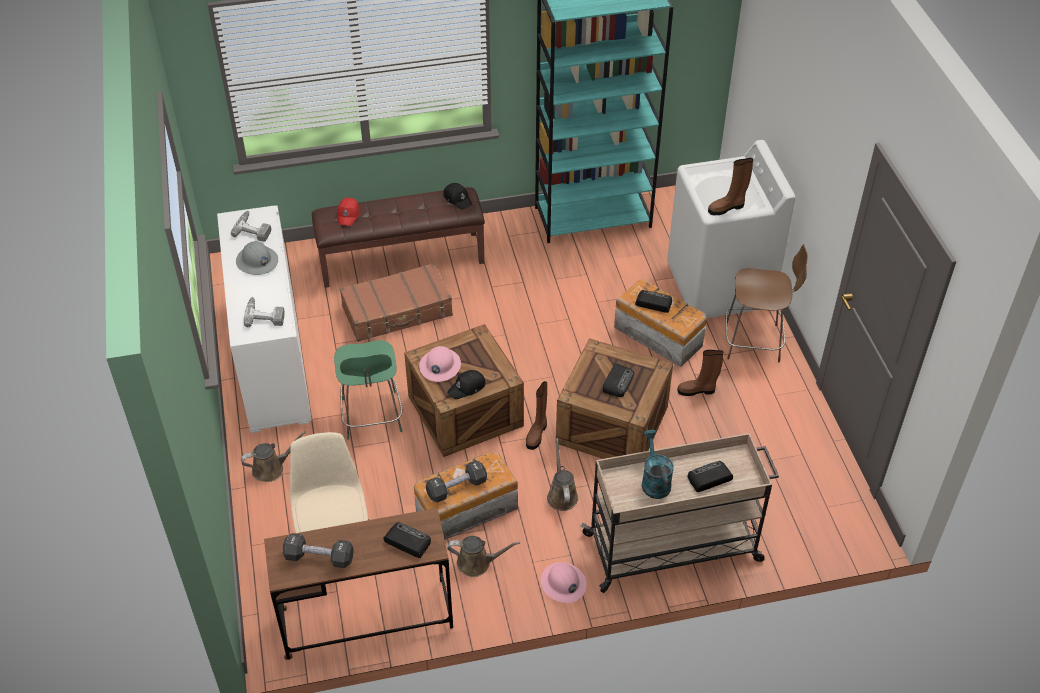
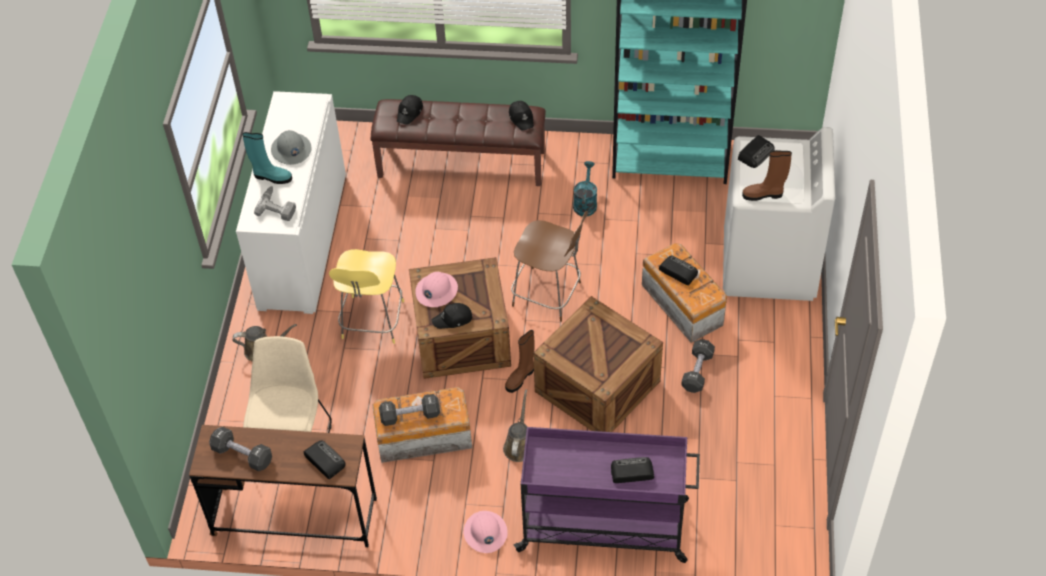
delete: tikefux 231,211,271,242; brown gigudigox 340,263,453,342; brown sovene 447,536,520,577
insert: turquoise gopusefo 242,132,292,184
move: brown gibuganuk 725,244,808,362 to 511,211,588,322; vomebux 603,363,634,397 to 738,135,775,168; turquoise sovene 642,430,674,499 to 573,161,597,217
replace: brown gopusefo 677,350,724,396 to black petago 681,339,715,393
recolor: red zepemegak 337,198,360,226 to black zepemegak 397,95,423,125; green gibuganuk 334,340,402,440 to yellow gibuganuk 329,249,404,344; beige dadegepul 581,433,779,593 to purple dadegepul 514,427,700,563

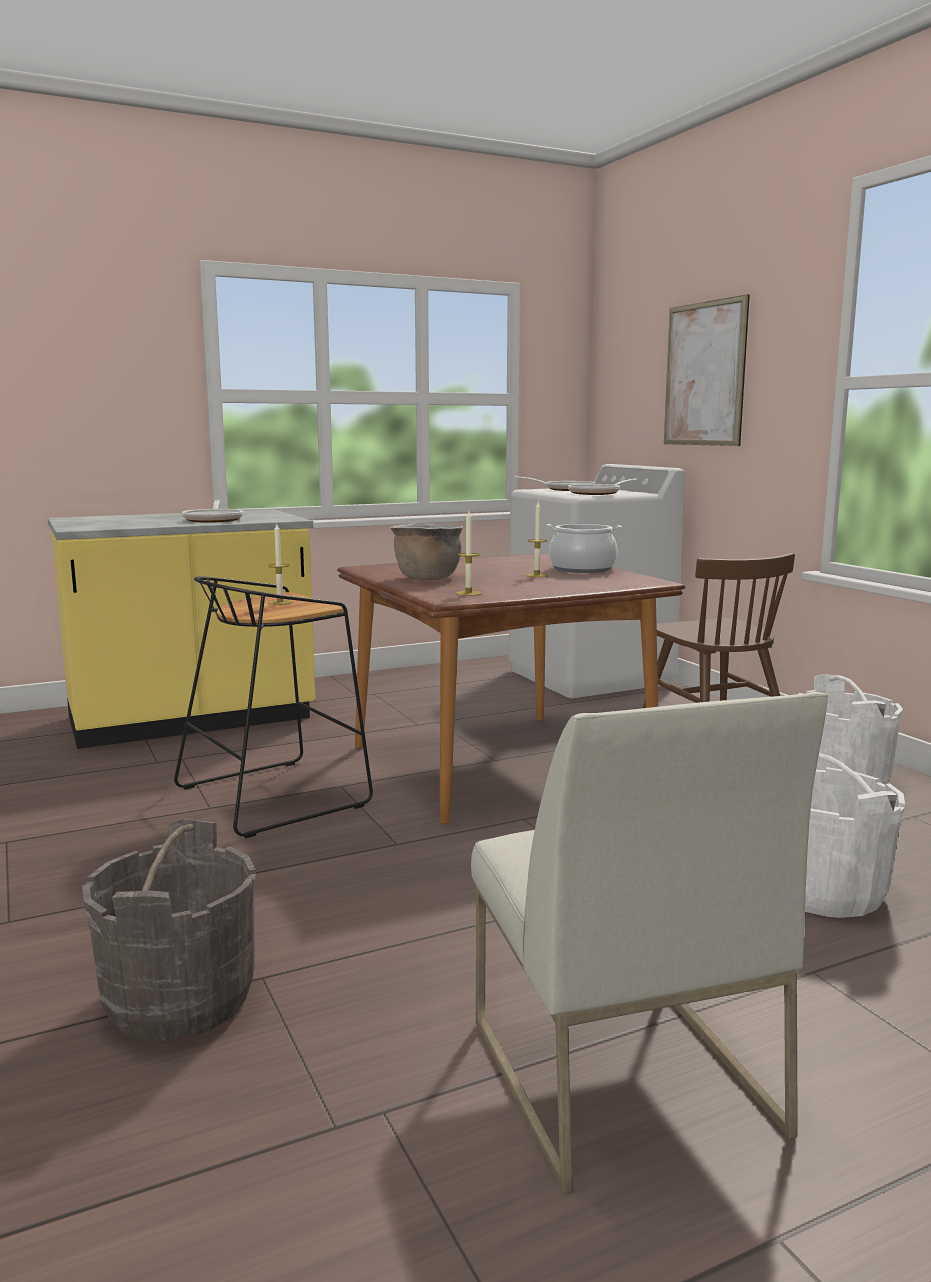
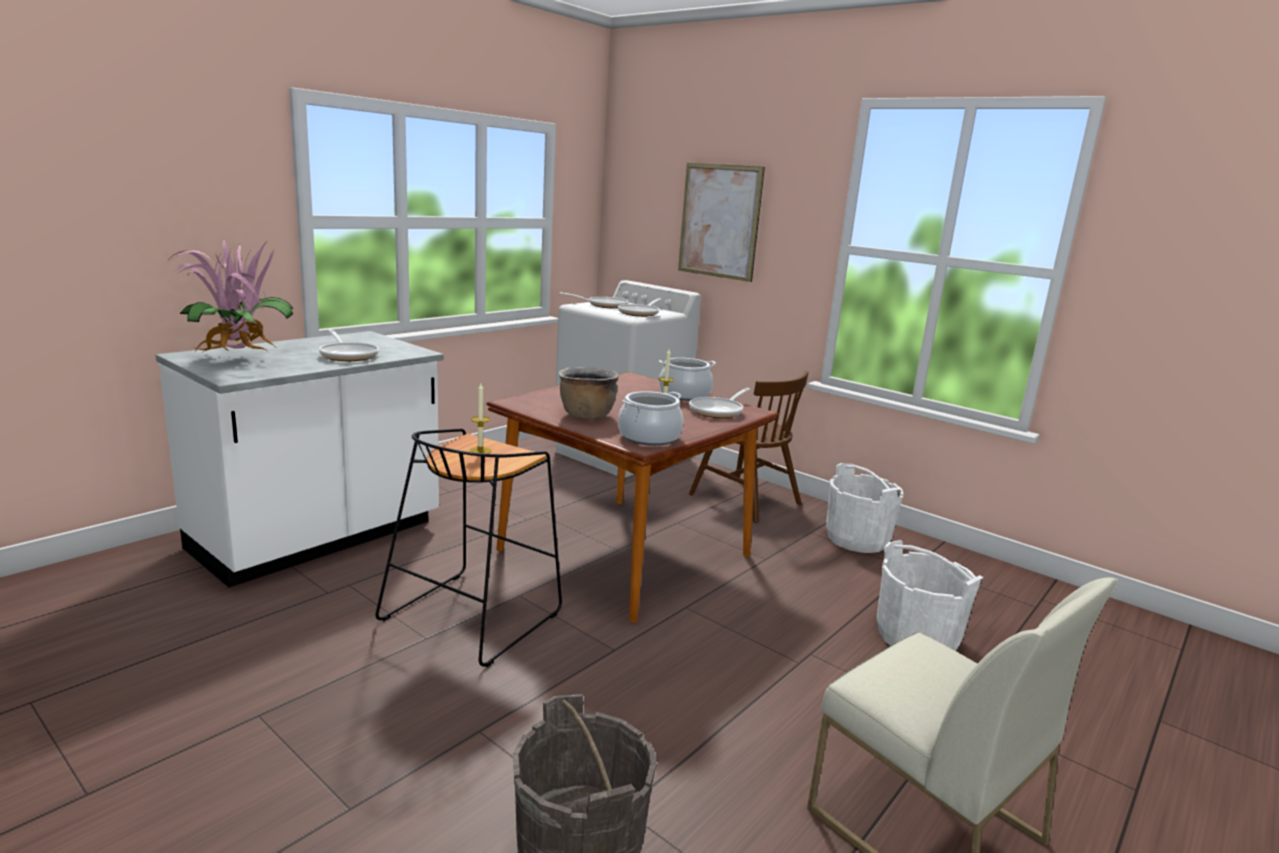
insert: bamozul 167,240,294,354; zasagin 689,388,750,418
replace: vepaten 456,511,482,596 to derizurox 618,391,683,446
recolor: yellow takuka 48,509,315,749 to white takuka 156,331,444,587

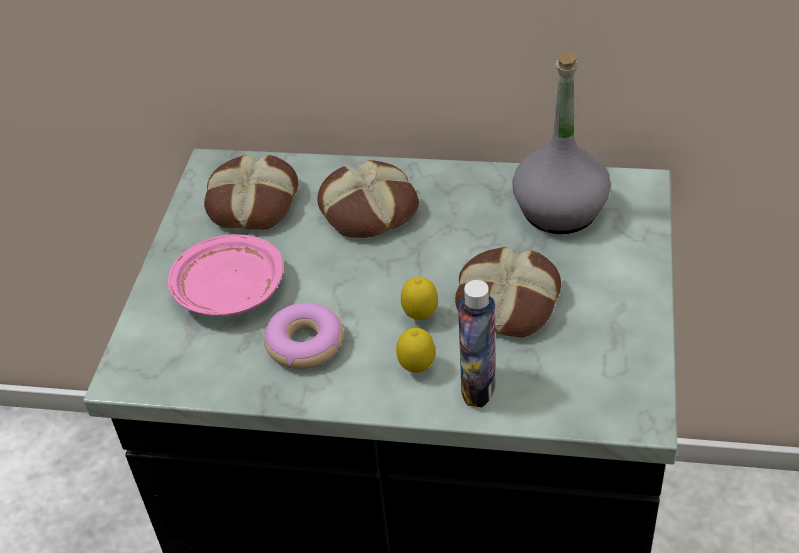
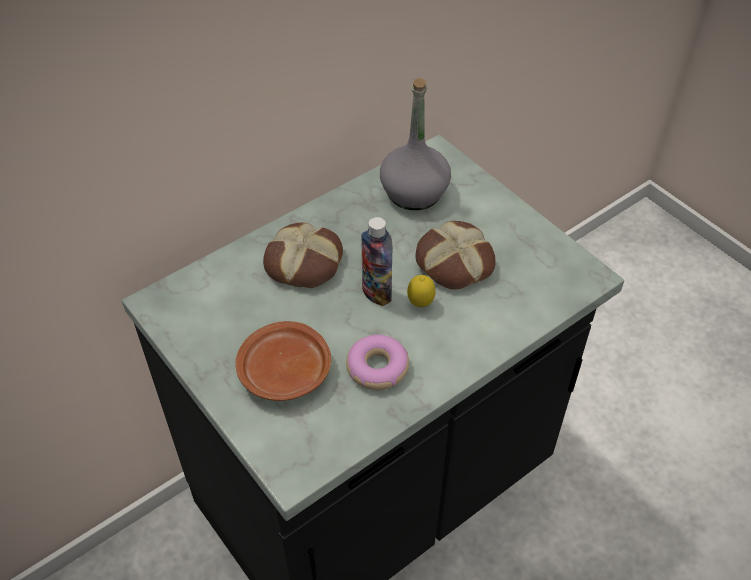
delete: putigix 204,155,298,230; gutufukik 396,328,435,373
move: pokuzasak 458,280,496,407 to 361,217,393,306
recolor: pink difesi 168,234,283,316 to brown difesi 235,321,331,401

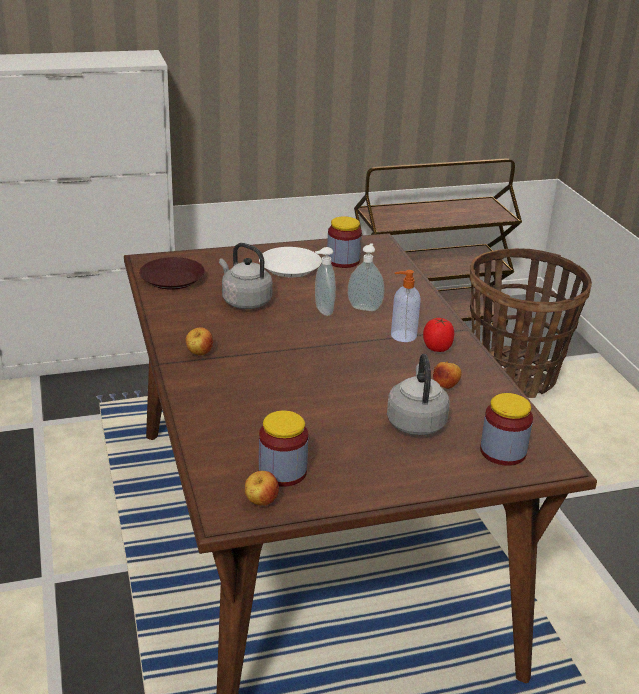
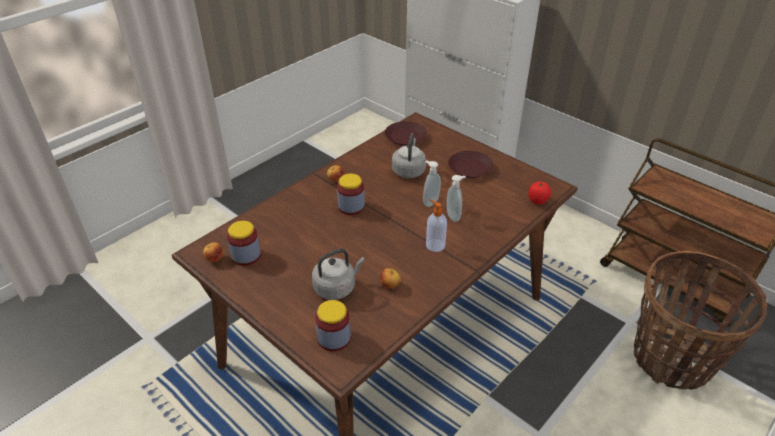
move: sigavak 327,216,362,268 to 337,174,365,215; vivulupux 423,318,454,352 to 528,182,551,205
recolor: white difesi 259,247,322,277 to brown difesi 448,151,494,178

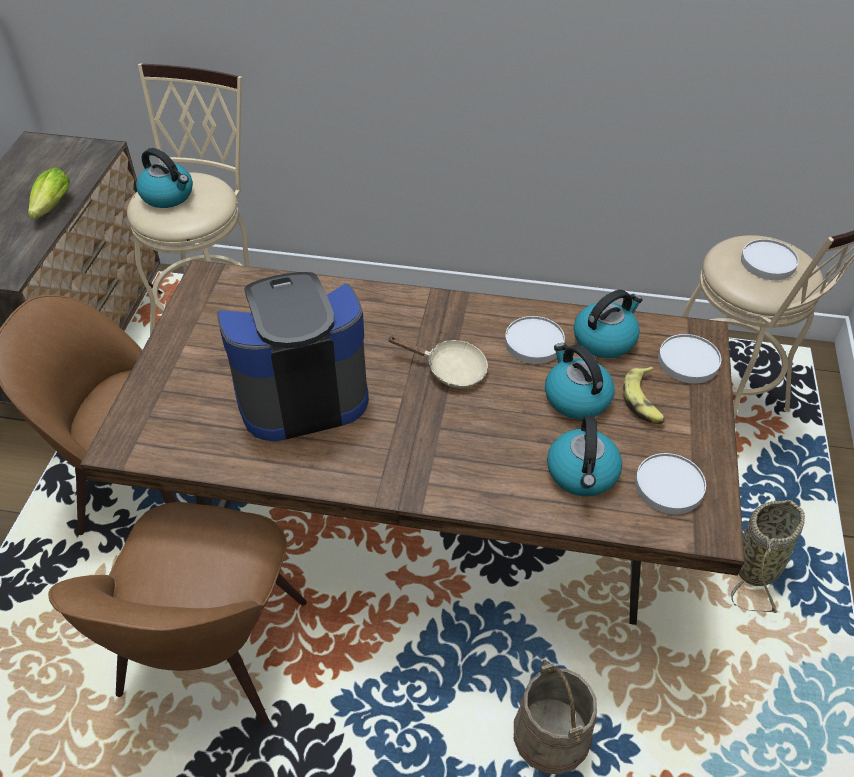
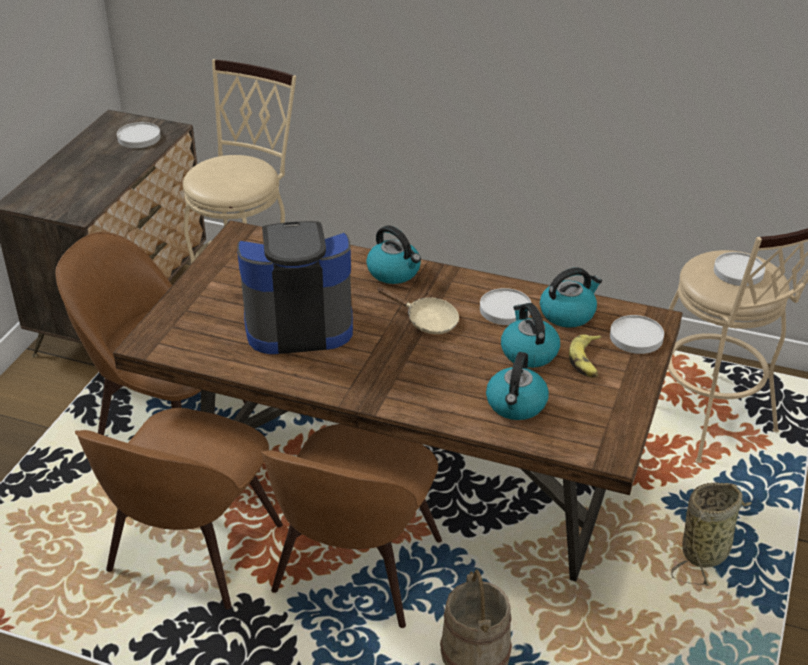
delete: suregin 28,167,70,219
insert: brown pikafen 261,424,442,628
move: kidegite 136,148,193,208 to 366,225,421,284; white difesi 635,453,706,514 to 117,122,161,148

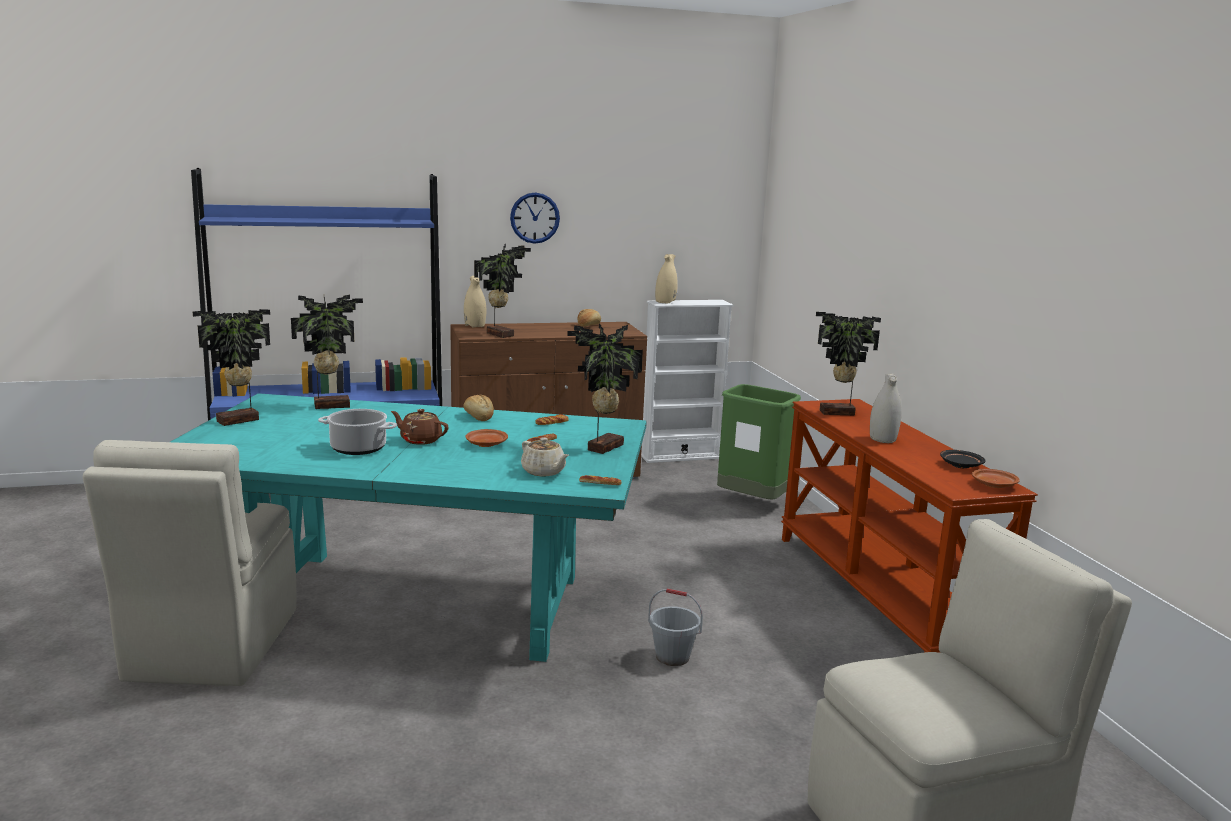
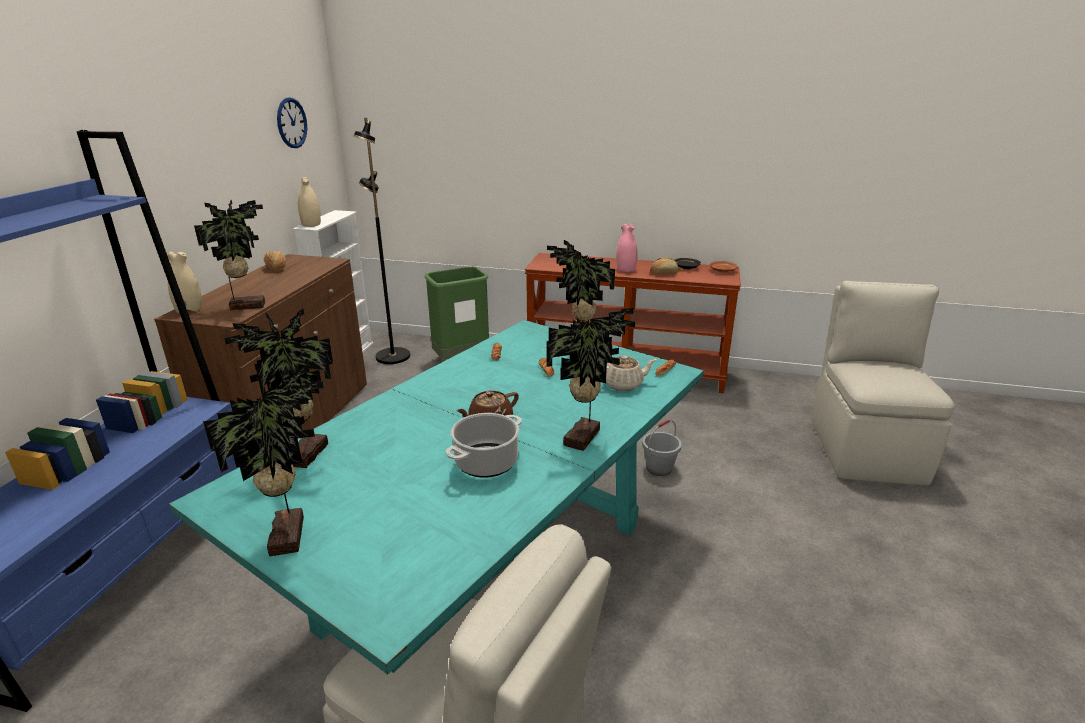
delete: brown difesi 465,429,508,447
insert: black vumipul 353,117,410,364
move: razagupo 510,192,560,244 to 277,97,307,148; bamozul 816,312,881,416 to 546,308,636,451; putigix 463,395,494,421 to 650,257,679,274
recolor: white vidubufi 870,374,902,443 to pink vidubufi 616,224,638,272

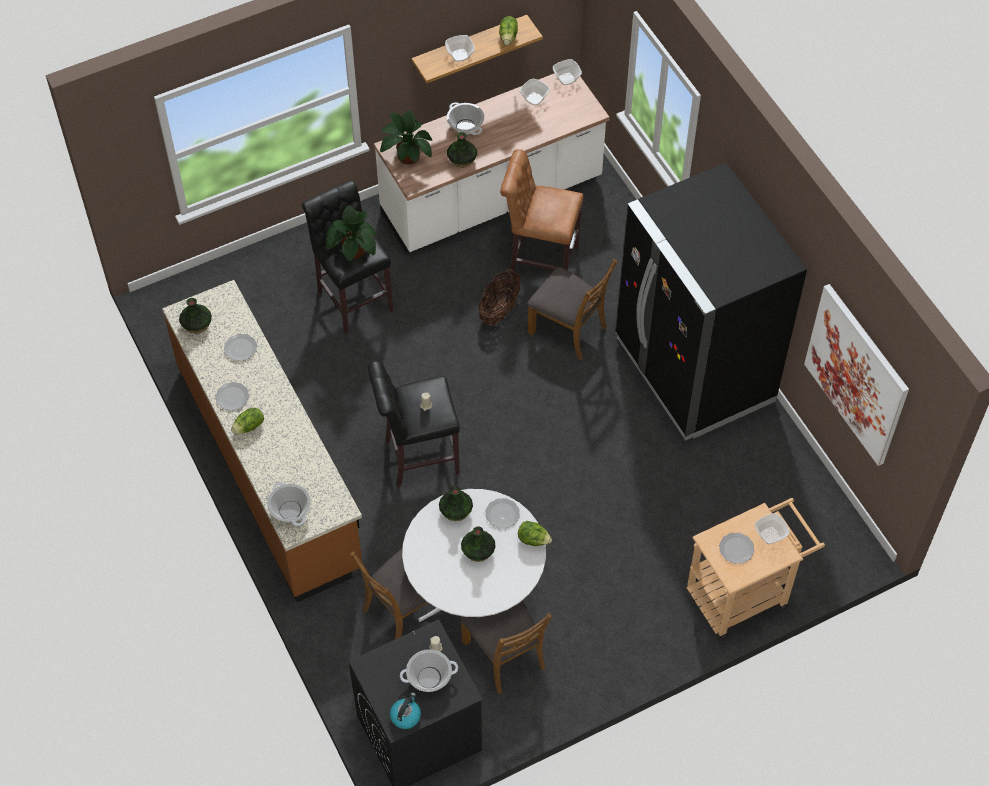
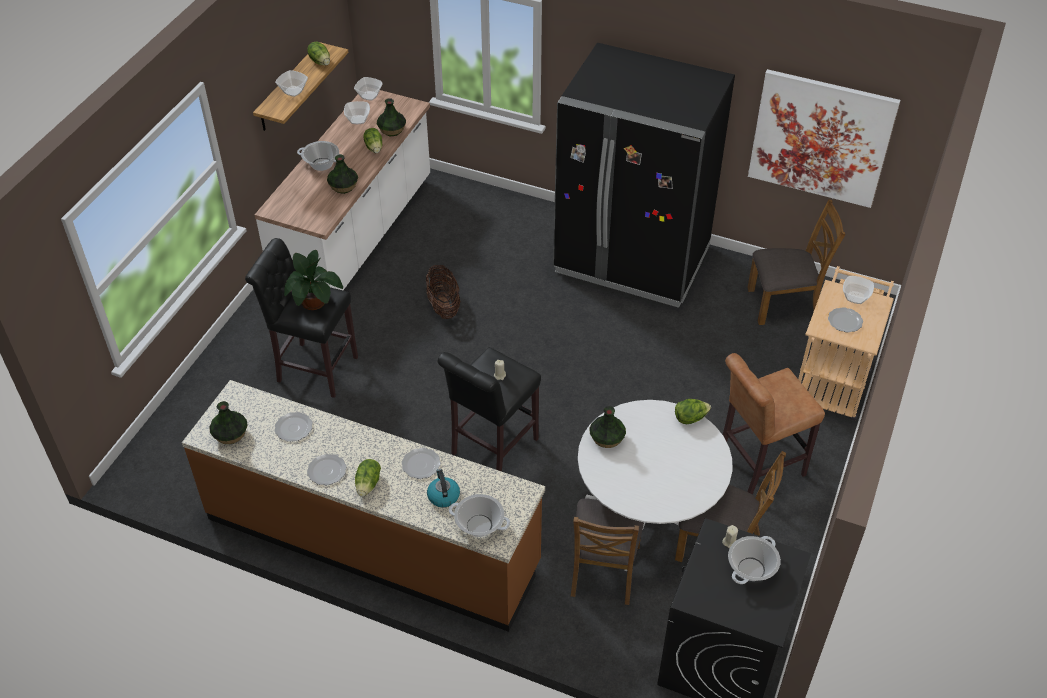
delete: bamozul 380,110,432,165
insert: suregin 363,128,382,153
move: brown gibuganuk 500,149,583,271 to 723,353,825,495; brown pikafen 528,258,618,360 to 747,199,846,325; difesi 485,498,520,528 to 402,448,441,479; vidubufi 461,526,496,562 to 377,98,406,136; kidegite 390,692,421,729 to 427,469,460,507

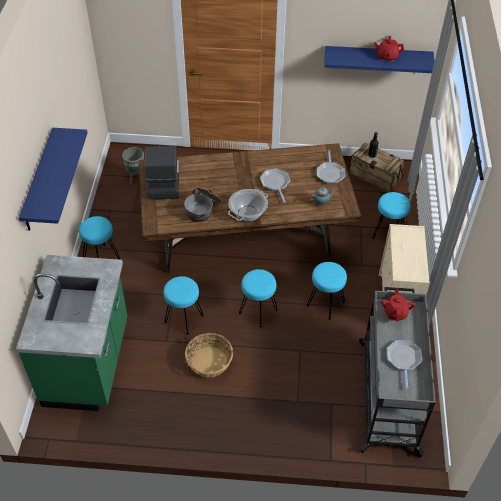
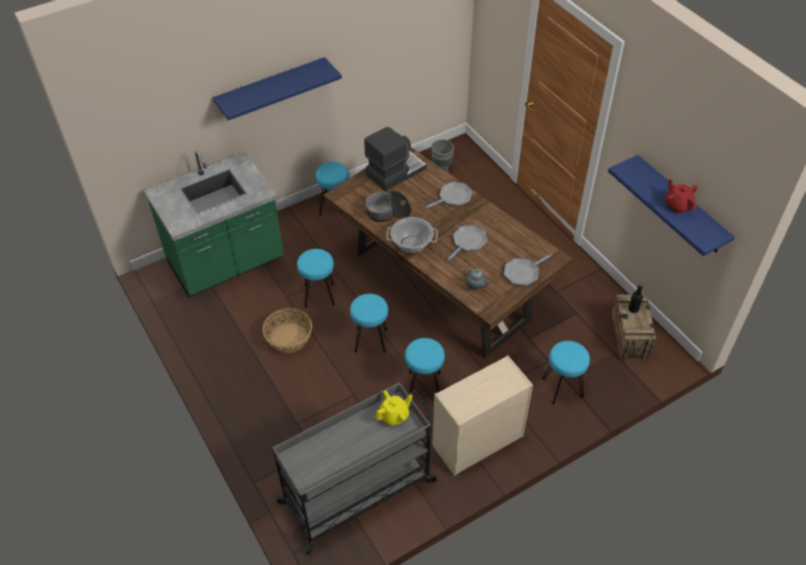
move: zasagin 387,340,422,390 to 426,182,472,208
recolor: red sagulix 381,288,415,321 to yellow sagulix 375,391,413,426

